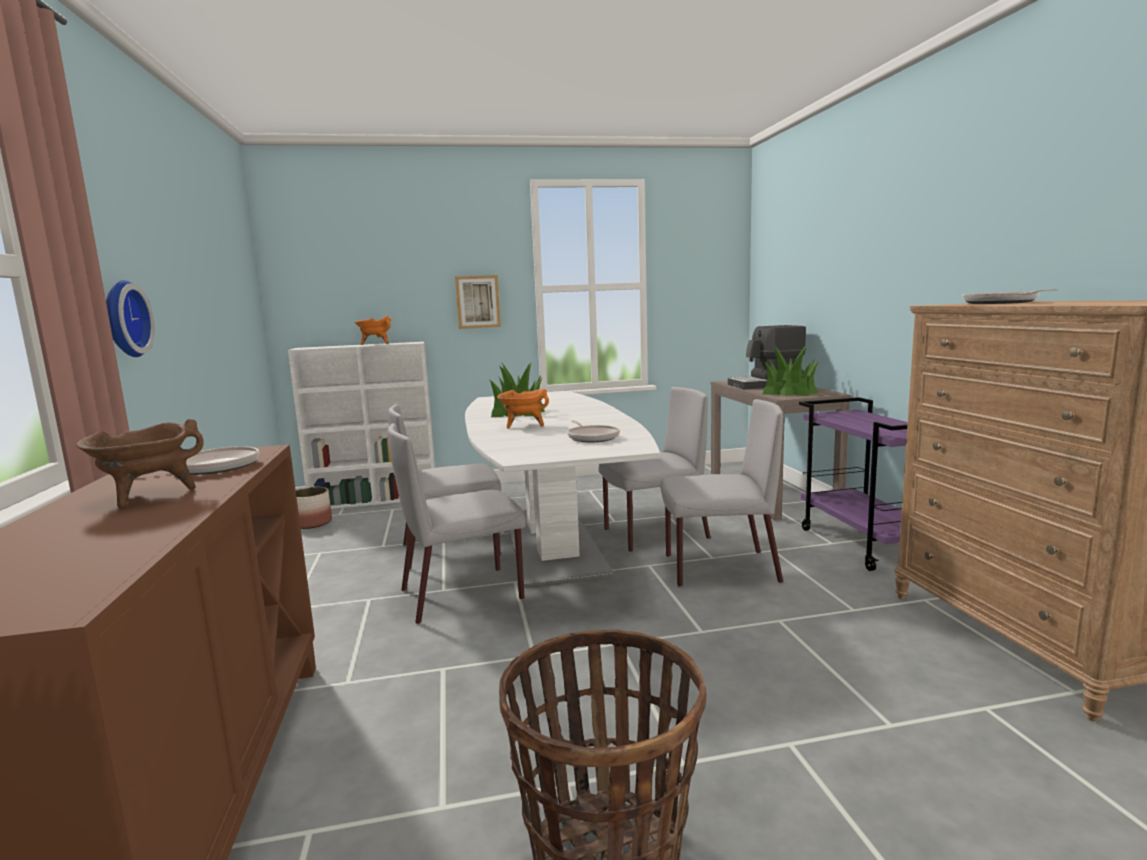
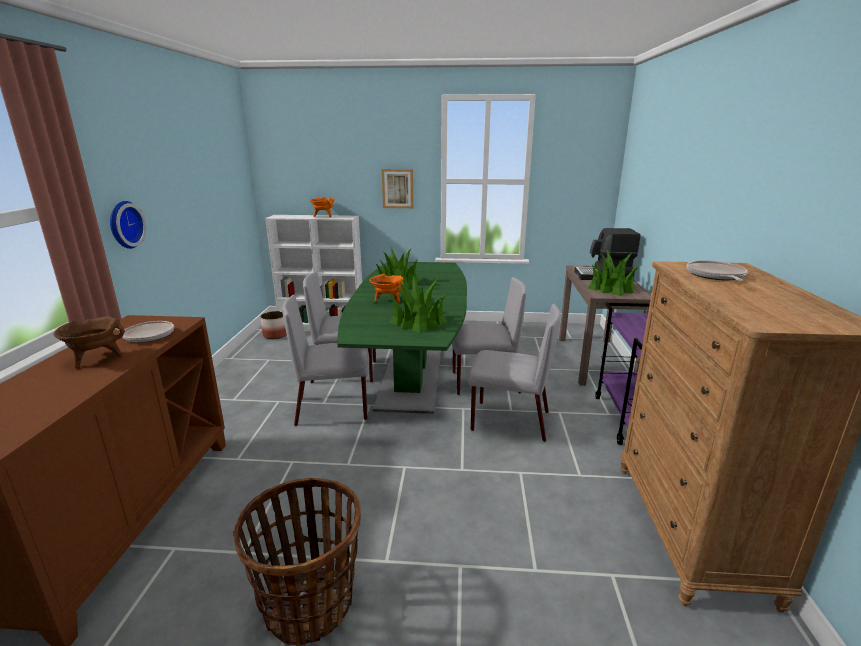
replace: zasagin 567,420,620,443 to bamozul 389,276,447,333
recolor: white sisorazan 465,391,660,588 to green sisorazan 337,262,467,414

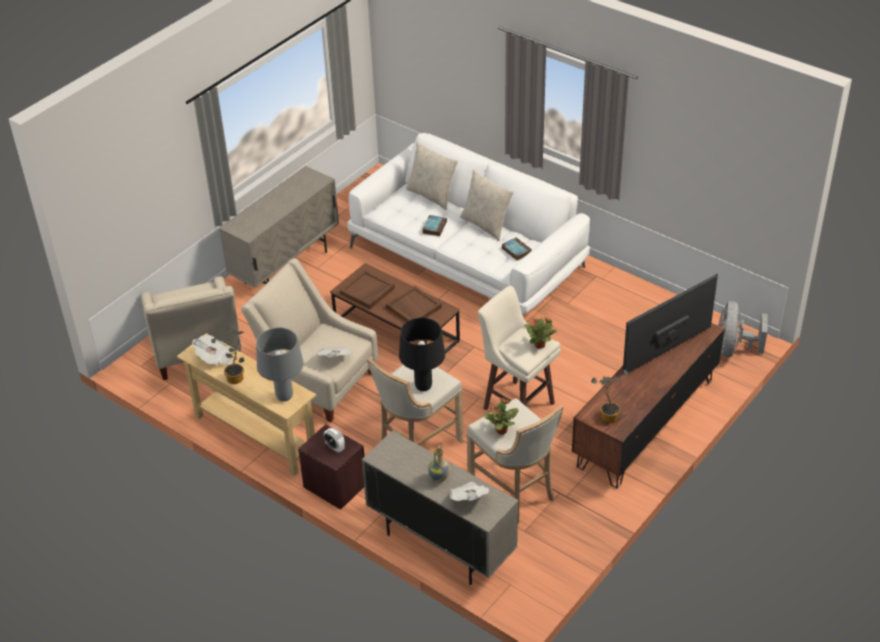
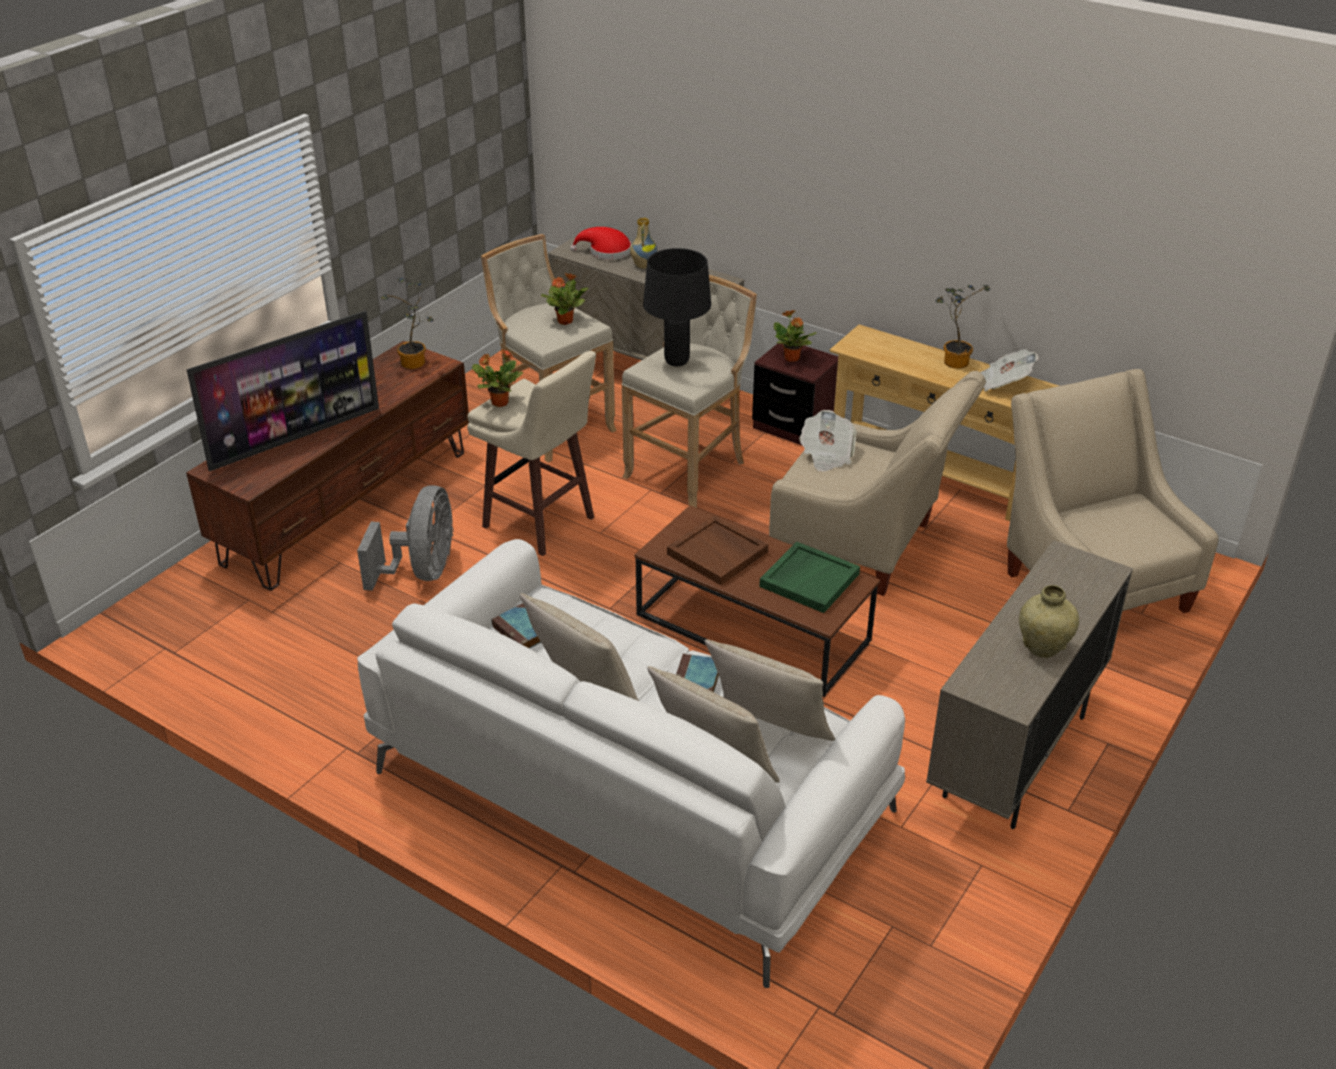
delete: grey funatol 256,328,304,402
insert: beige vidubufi 1019,585,1079,658; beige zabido 704,639,835,741
move: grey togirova 718,301,768,357 to 357,485,454,591
replace: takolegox 324,427,345,453 to bamozul 774,310,816,362; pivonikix 449,482,490,501 to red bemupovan 570,227,631,260
recolor: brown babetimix 340,270,395,309 to green babetimix 759,542,860,613

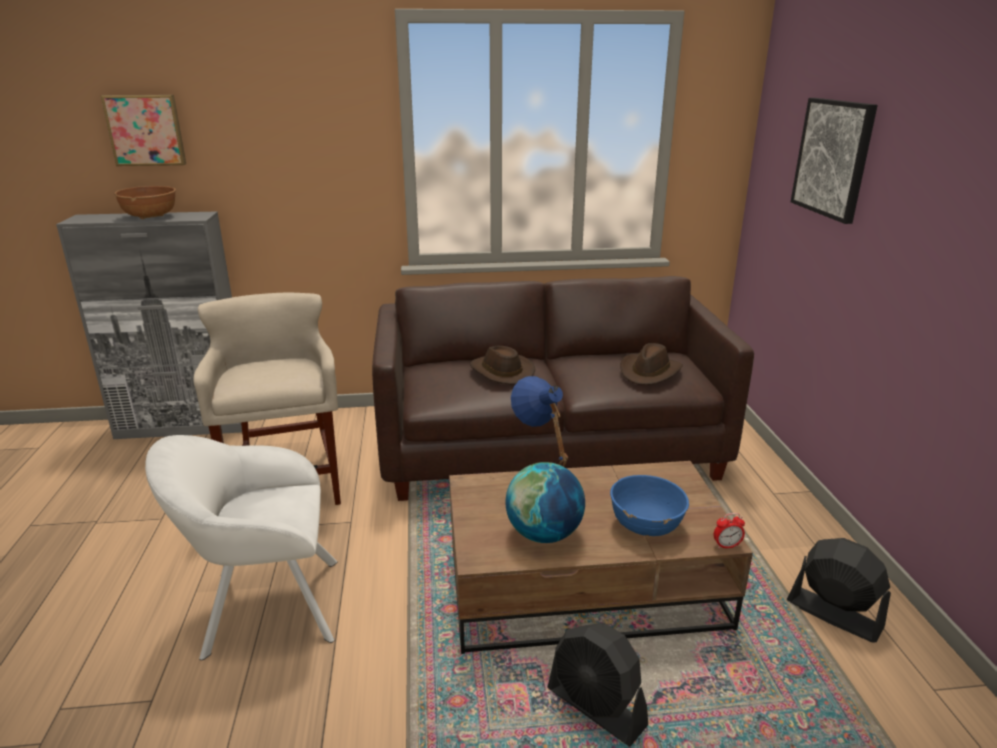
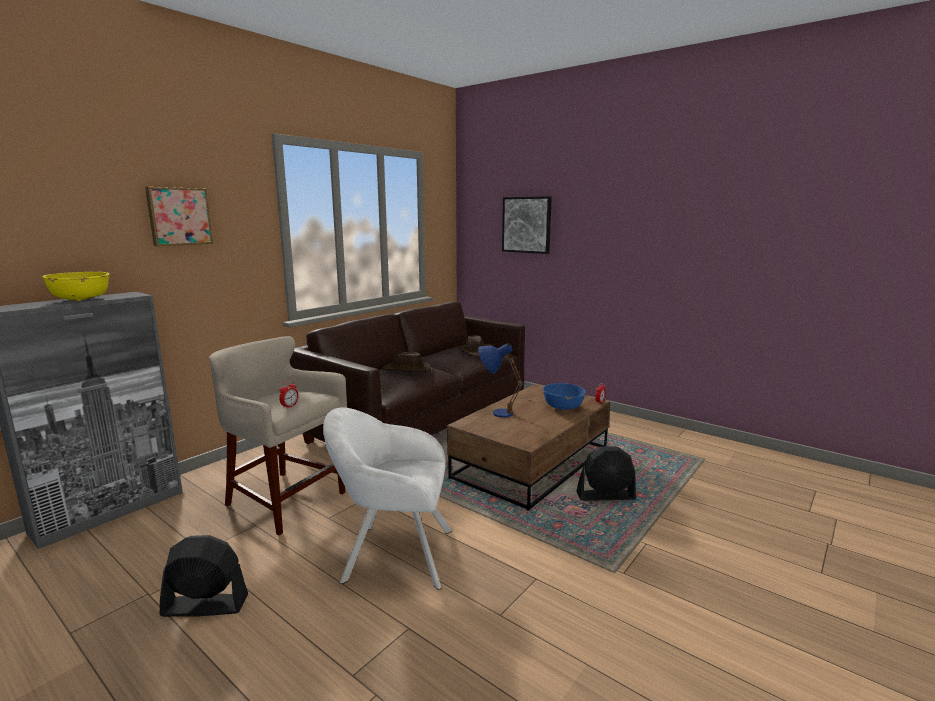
delete: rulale 505,462,585,543
insert: takolegox 279,381,299,409
move: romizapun 101,95,186,166 to 145,187,213,246; black togirova 787,538,891,643 to 160,535,248,617
recolor: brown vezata 114,186,176,219 to yellow vezata 42,272,110,301
rotate: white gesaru 145,435,338,660 = 323,407,452,590 60 degrees clockwise

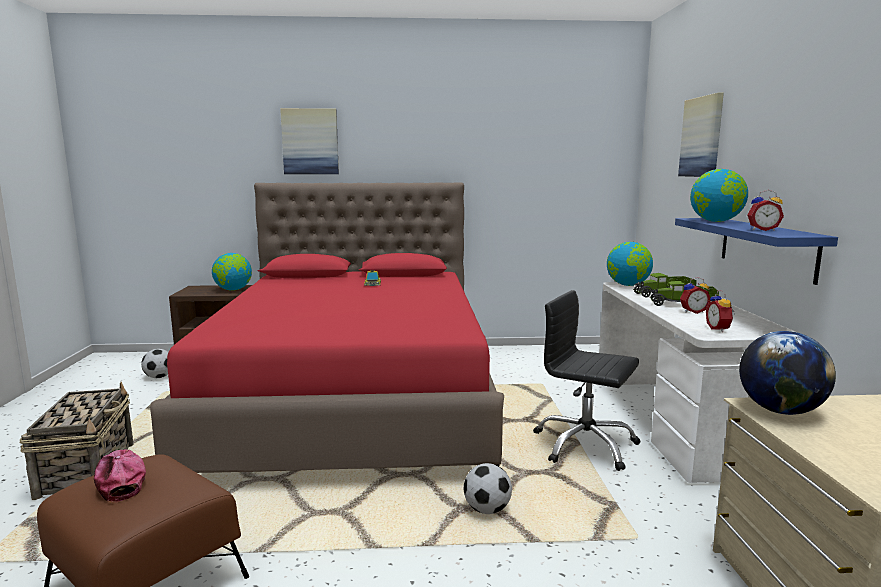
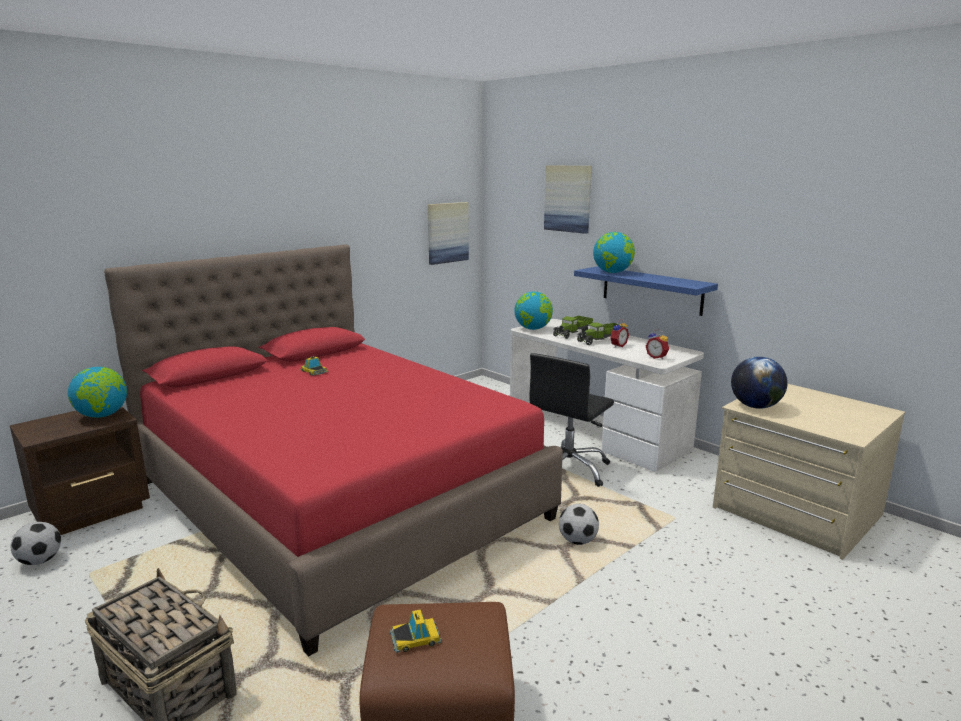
delete: takolegox 747,190,784,231
move: romizapun 280,108,339,174 to 428,202,469,265
replace: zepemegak 94,450,146,503 to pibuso 390,609,442,653
rotate: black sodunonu 533,290,640,471 = 530,353,614,487 45 degrees counterclockwise

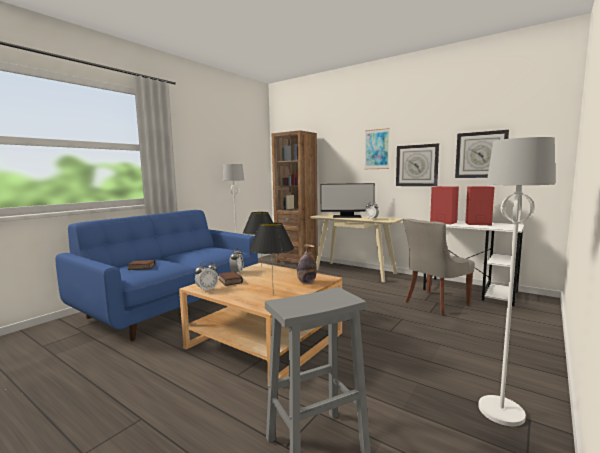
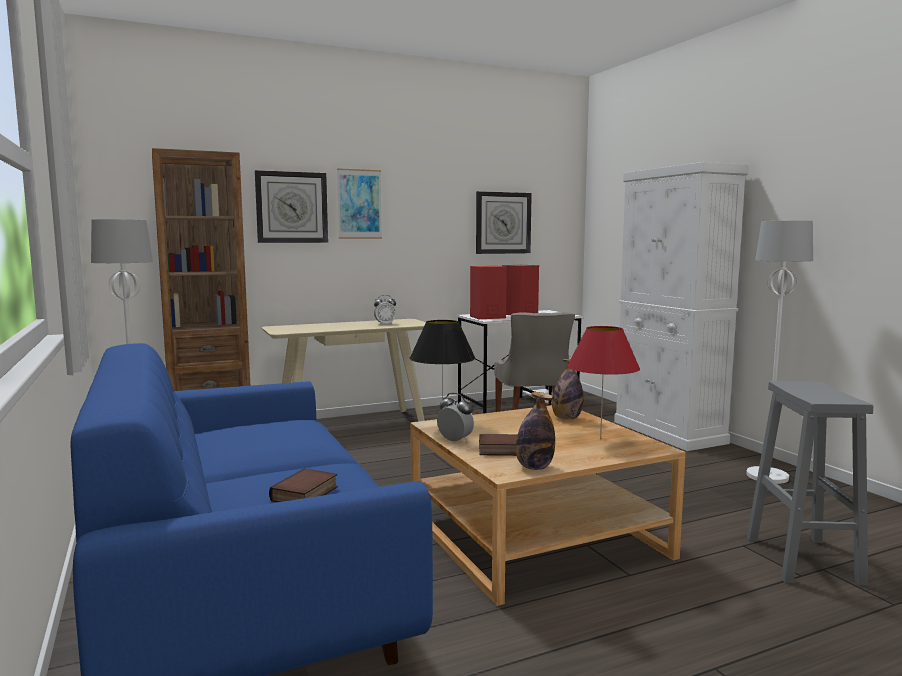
delete: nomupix 320,183,375,218
insert: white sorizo 614,162,749,451
move: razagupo 396,143,439,186 to 255,170,328,243
replace: takolegox 195,261,218,292 to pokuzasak 516,392,555,470
recolor: black funatol 249,222,294,282 to red funatol 567,326,640,439

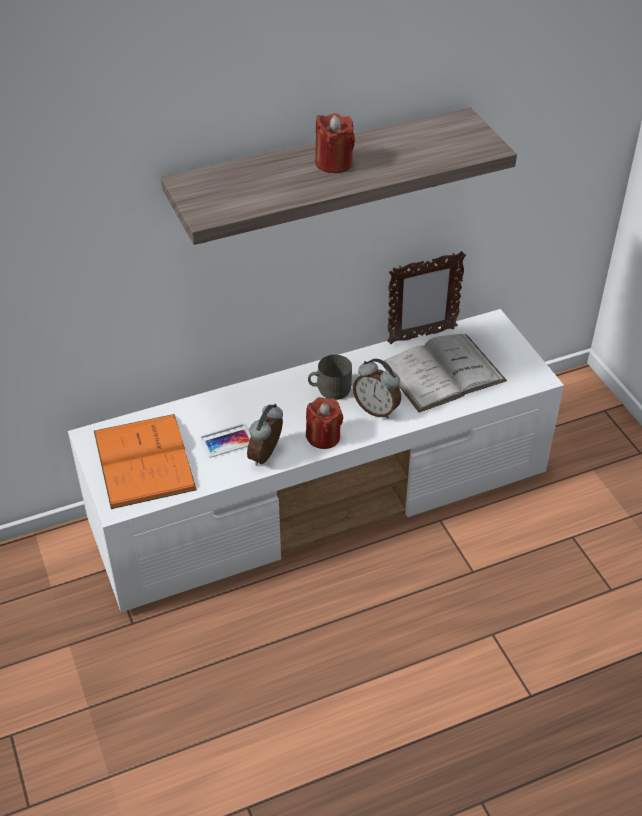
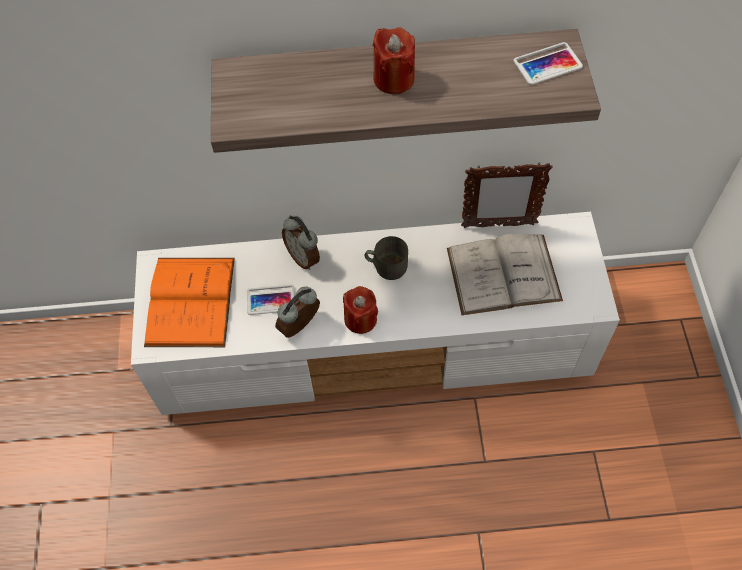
insert: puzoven 513,42,583,85
move: takolegox 353,359,401,419 to 282,215,320,270

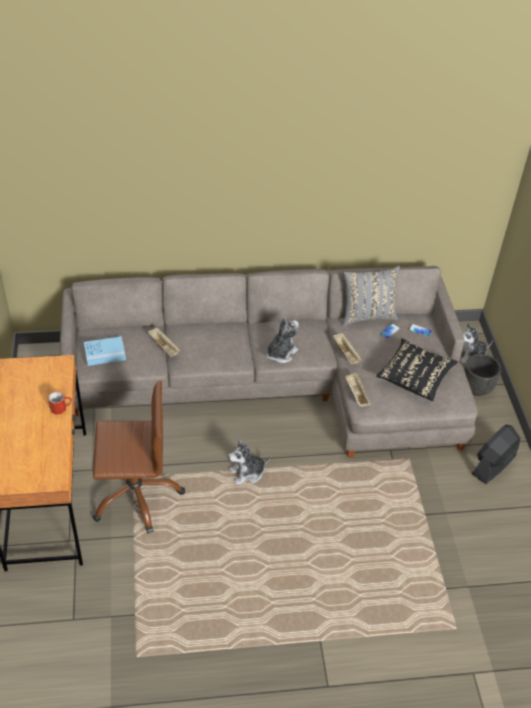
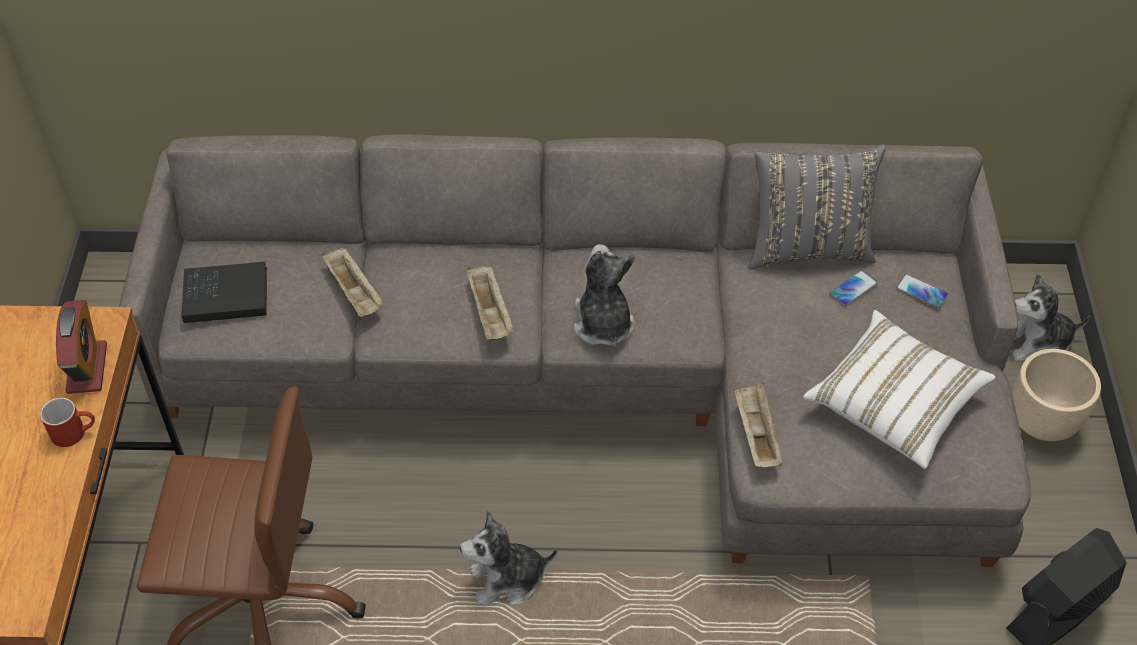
insert: takolegox 56,300,107,394
move: beige babetimix 333,333,362,365 to 467,265,514,340
recolor: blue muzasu 84,336,126,366 to black muzasu 181,262,267,323; black zabido 376,338,457,401 to white zabido 803,310,995,469; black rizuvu 464,354,501,396 to beige rizuvu 1012,349,1101,441
rotate: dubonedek 267,318,299,363 = 574,244,635,346 60 degrees counterclockwise

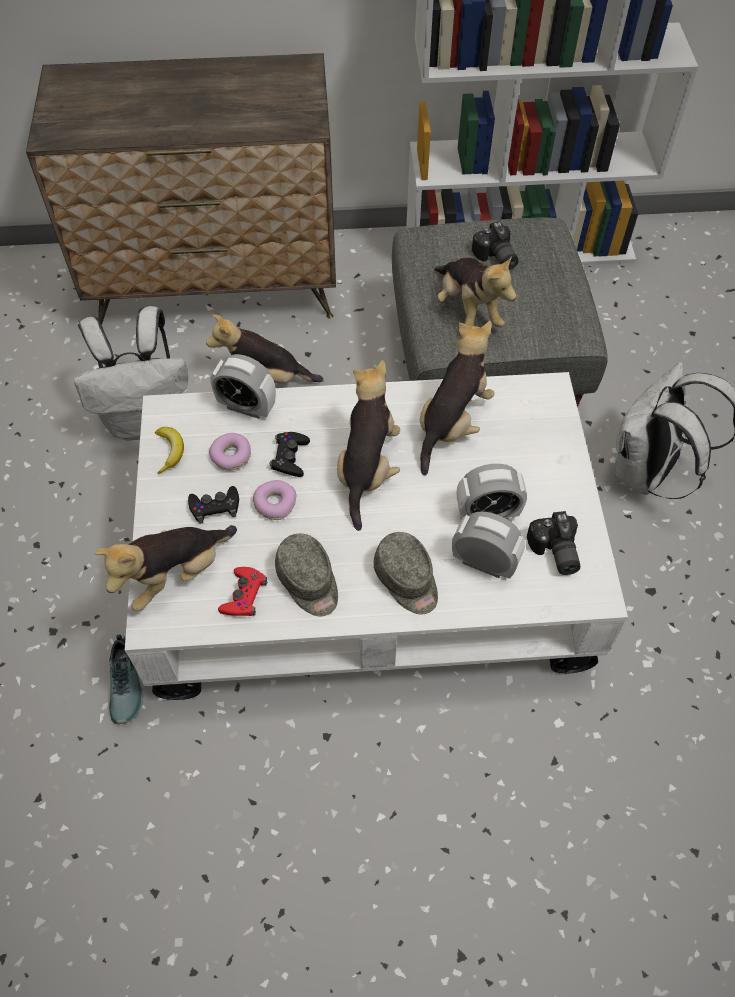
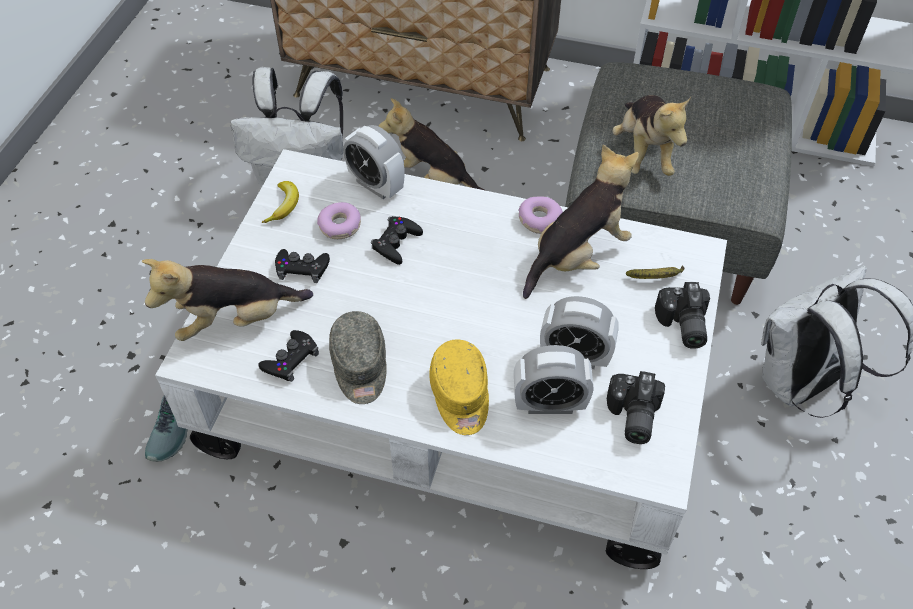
delete: dubonedek 337,360,400,531
insert: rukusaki 626,265,685,279
move: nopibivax 472,221,518,270 to 655,282,710,349; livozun 253,480,296,520 to 518,197,563,234
recolor: grey zepemegak 374,532,438,614 to yellow zepemegak 429,339,489,435; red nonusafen 218,567,267,616 to black nonusafen 258,330,319,382
rotate: takolegox 452,511,525,579 = 514,345,594,414 135 degrees clockwise

